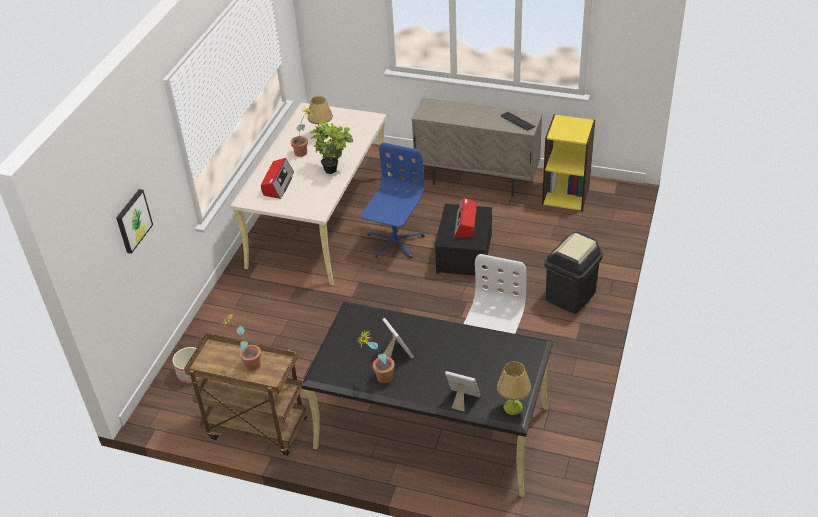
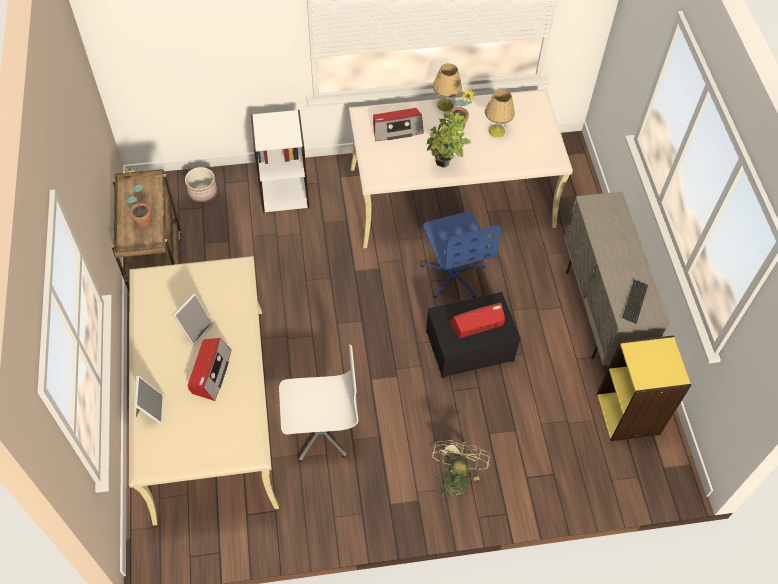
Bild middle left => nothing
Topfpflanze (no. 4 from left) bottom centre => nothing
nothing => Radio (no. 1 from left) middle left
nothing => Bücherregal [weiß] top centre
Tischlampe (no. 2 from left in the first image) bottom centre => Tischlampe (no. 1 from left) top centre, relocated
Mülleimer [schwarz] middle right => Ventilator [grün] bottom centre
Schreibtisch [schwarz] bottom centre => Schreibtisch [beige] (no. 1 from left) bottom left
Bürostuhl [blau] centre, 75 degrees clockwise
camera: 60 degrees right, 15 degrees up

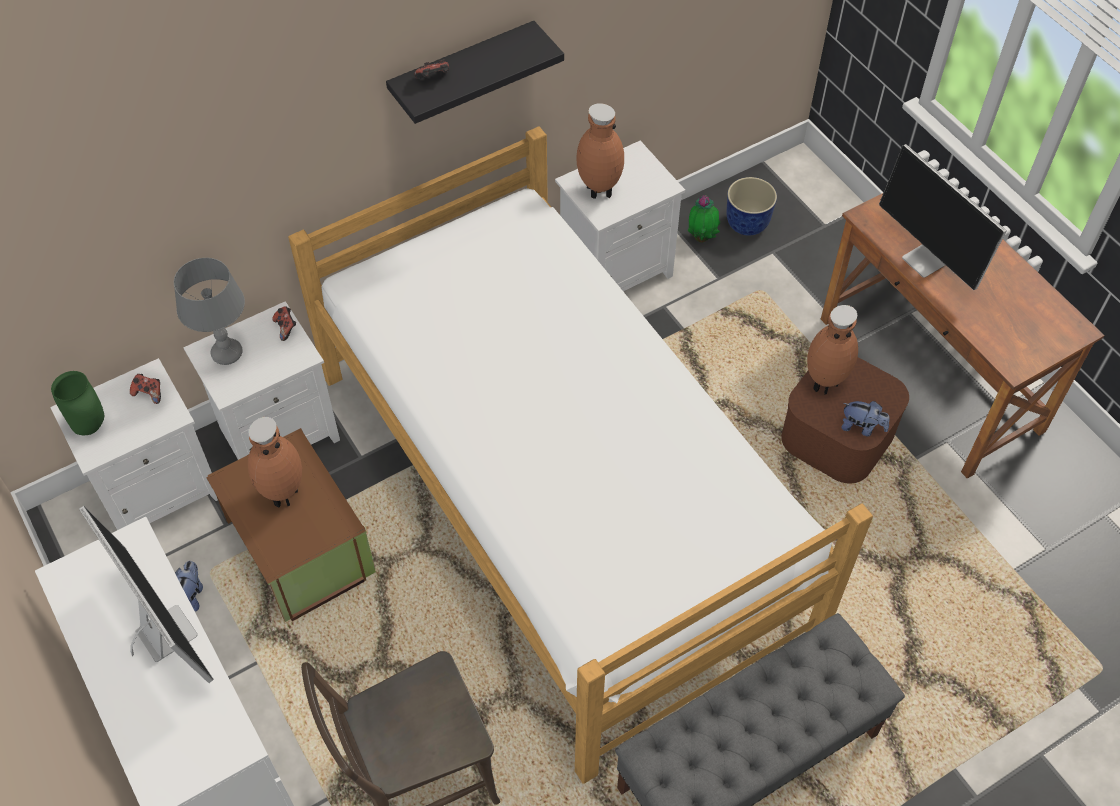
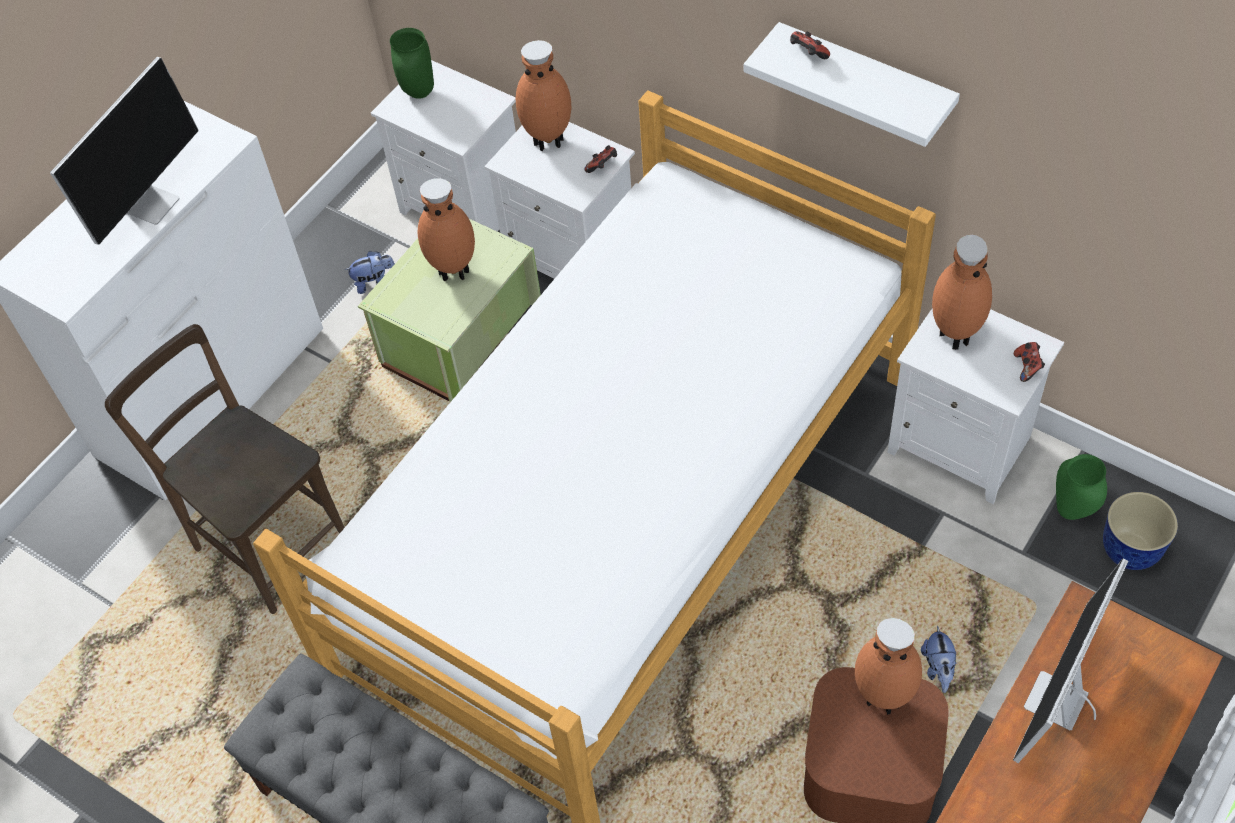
Gamepad (no. 1 from left in the first image) middle left => Gamepad (no. 3 from left) middle right, relocated
Plüschtier (no. 2 from left) middle right => Plüschtier (no. 2 from left) bottom right, relocated
Tischlampe [grau] middle left => Vase [braun] (no. 2 from left) top centre
Topfpflanze top centre => Vase [grün] (no. 2 from left) middle right
Aufbewahrungsbox [braun] (no. 1 from left) middle left => Aufbewahrungsbox [grün] centre
Wandregal [schwarz] top centre => Wandregal [weiß] top right
camera: 70 degrees right, 0 degrees up

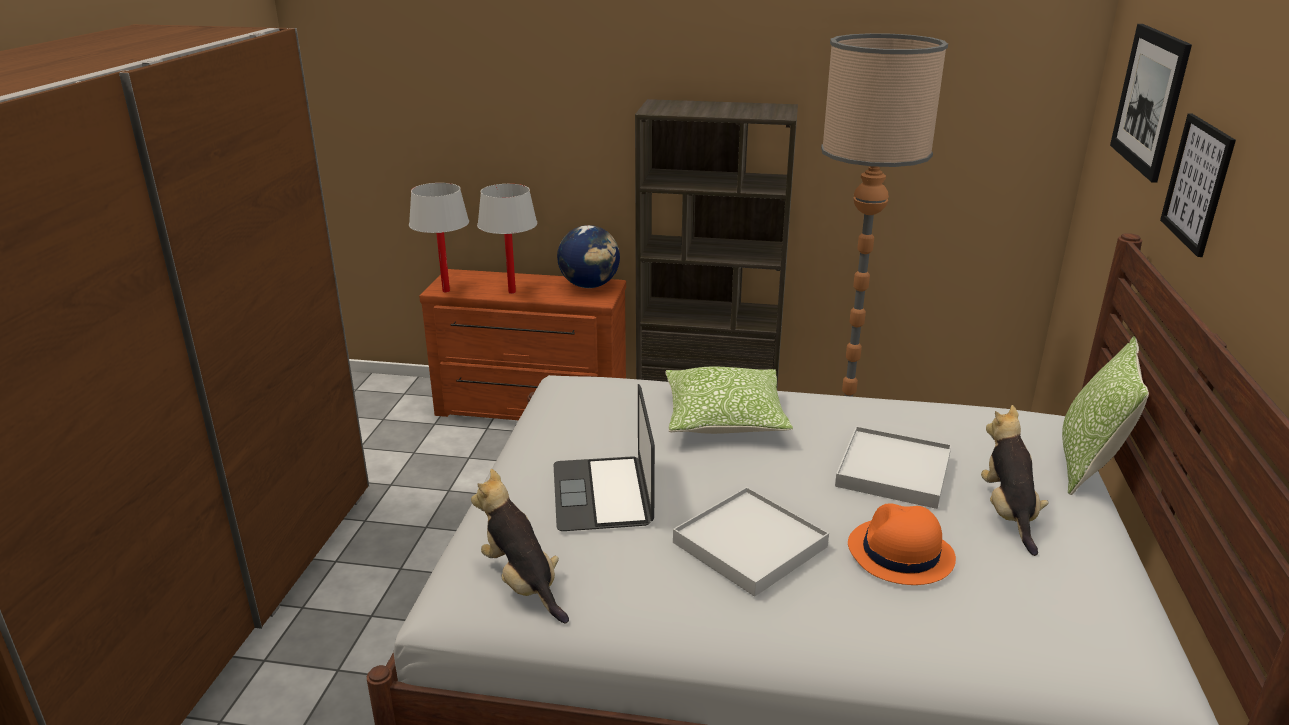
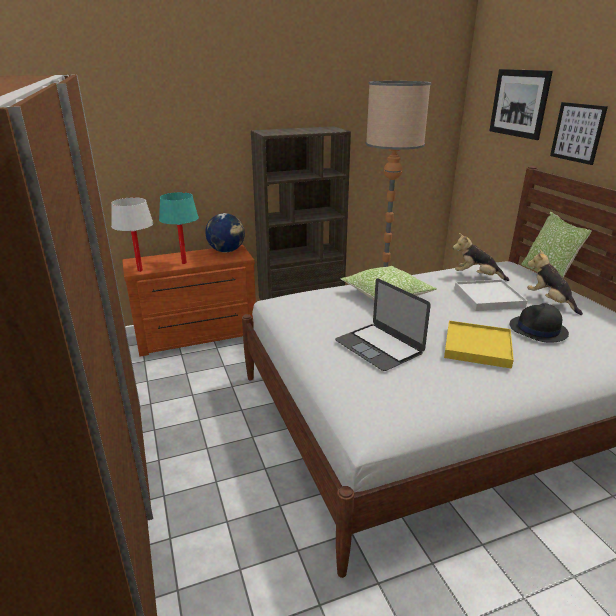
Plüschtier (no. 1 from left) bottom centre => Plüschtier (no. 1 from left) middle right, relocated
Tischlampe [weiß] (no. 2 from left) top centre => Tischlampe [türkis] middle left
Tablett [weiß] (no. 1 from left) bottom centre => Tablett [gelb] middle right
Hut [orange] bottom right => Hut [schwarz] middle right
camera: 30 degrees left, 0 degrees up

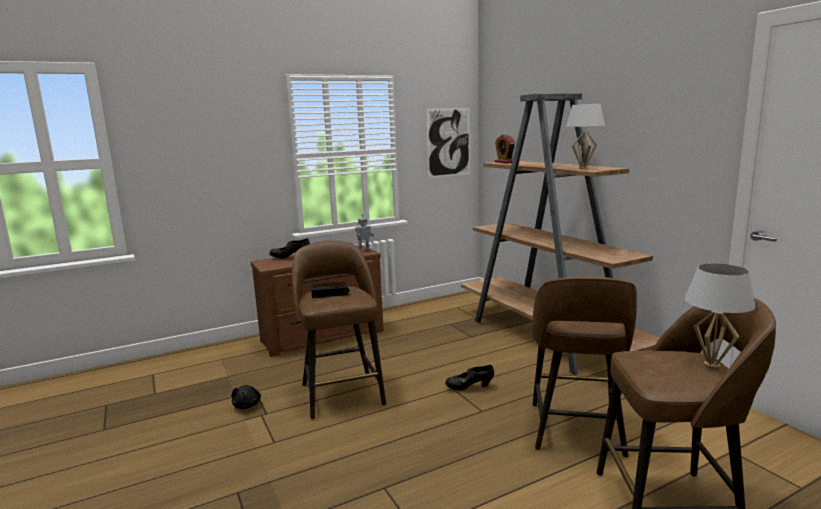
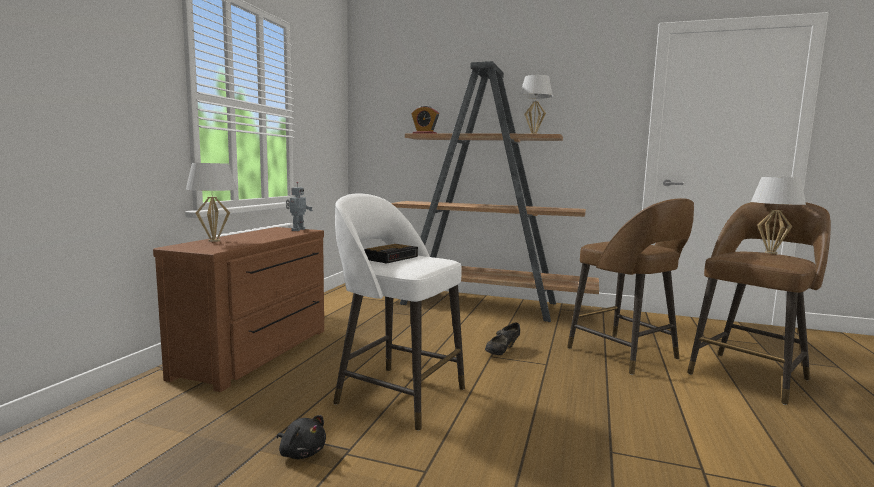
Bild top centre => nothing
Schuh [schwarz] (no. 1 from left) centre => Tischlampe [weiß] (no. 1 from left) middle left
Hocker [braun] (no. 1 from left) centre => Hocker [weiß] centre
camera: 45 degrees left, 5 degrees down

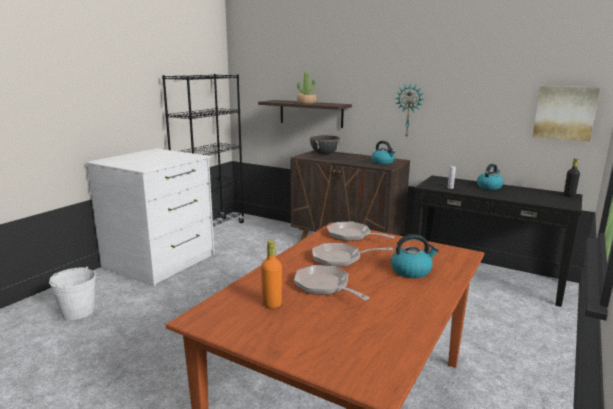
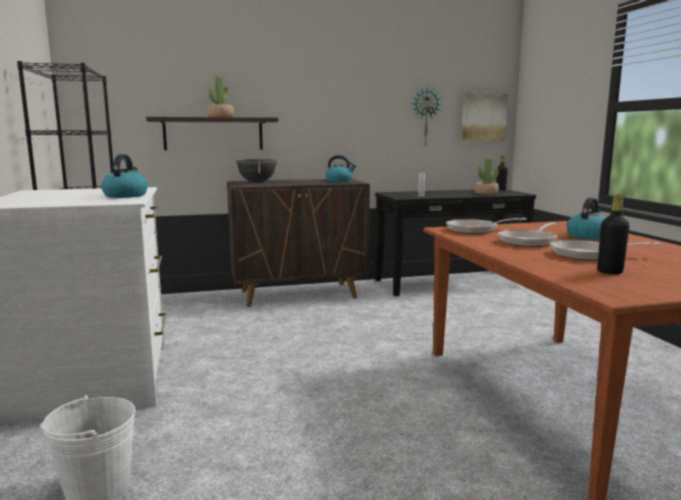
nothing => Topfpflanze (no. 2 from left) middle right
Wanduhr top right => Wanduhr top centre, relocated
Wasserkessel (no. 3 from left in the first image) middle right => Wasserkessel (no. 1 from left) middle left, relocated
Flasche [orange] bottom centre => Flasche [schwarz] (no. 2 from left) middle right
camera: 45 degrees left, 5 degrees down

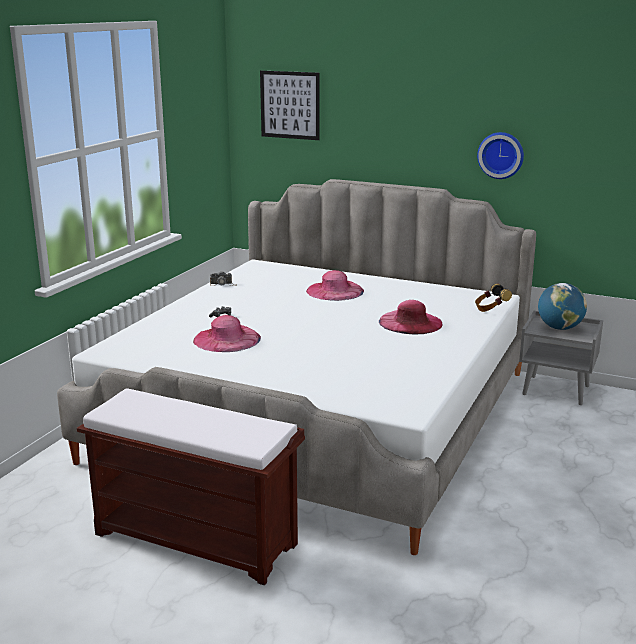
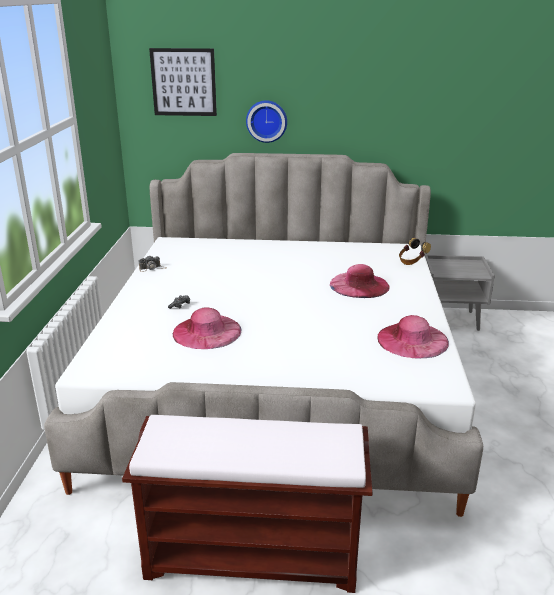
Globus middle right => nothing
Hut [rosa] (no. 2 from left in the first image) centre => Hut [rosa] (no. 3 from left) middle right, relocated
Wanduhr top right => Wanduhr top centre, relocated
camera: 20 degrees left, 5 degrees up

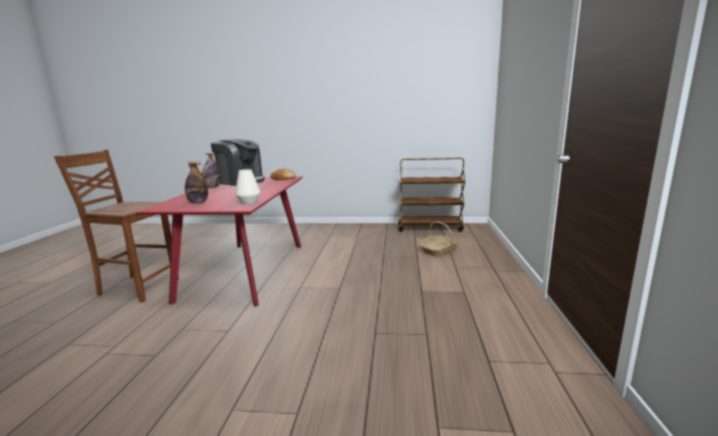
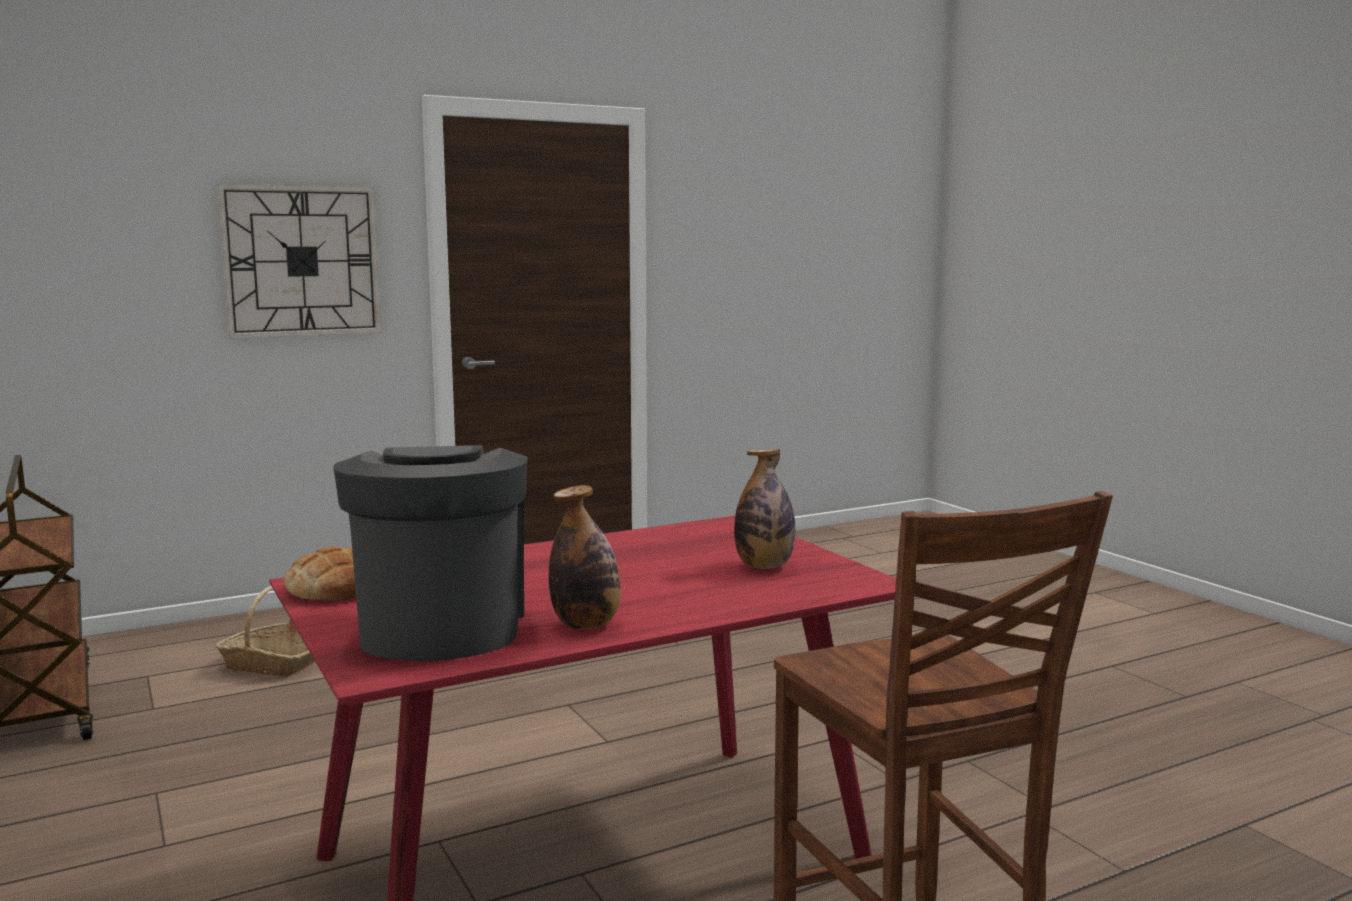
Vase [weiß] centre => nothing
nothing => Wanduhr top left
camera: 125 degrees left, 5 degrees down

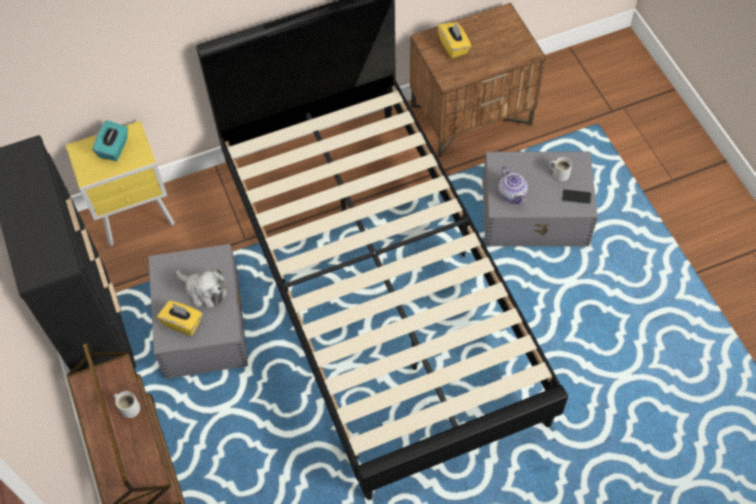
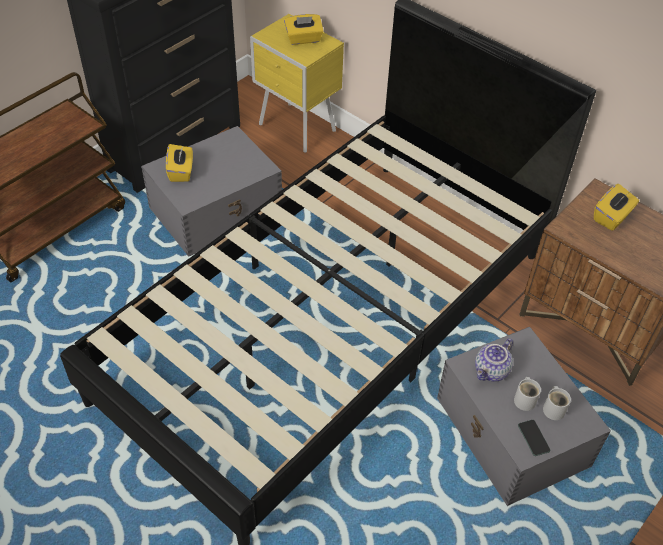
Plüschtier middle left => nothing
Henkelbecher [weiß] (no. 1 from left) bottom left => Henkelbecher [weiß] (no. 1 from left) bottom right, relocated
Taschentuchbox [türkis] top left => Taschentuchbox [gelb] (no. 2 from left) top centre
camera: 60 degrees right, 10 degrees down

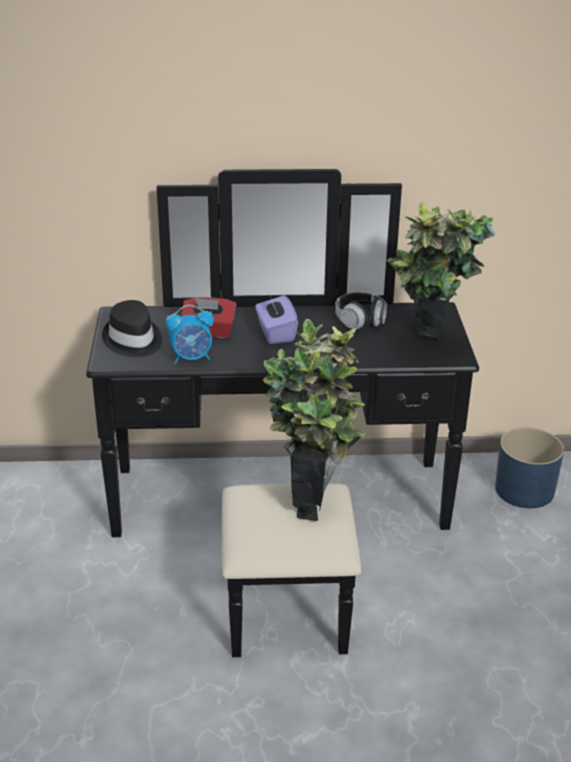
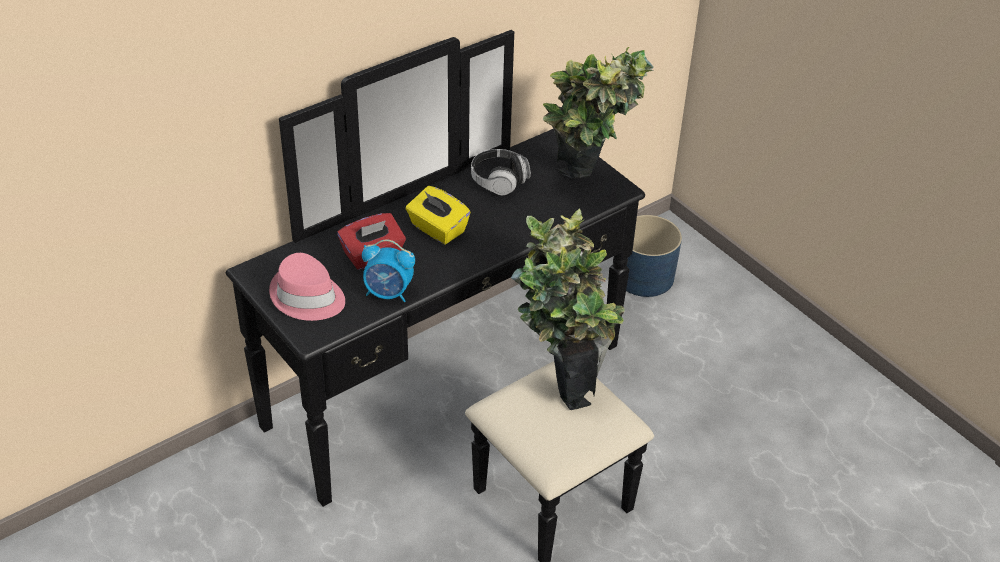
Hut [schwarz] middle left => Hut [rosa] middle left
Taschentuchbox [lila] centre => Taschentuchbox [gelb] centre
Wecker middle left => Wecker centre, 60 degrees clockwise
camera: 35 degrees left, 10 degrees up

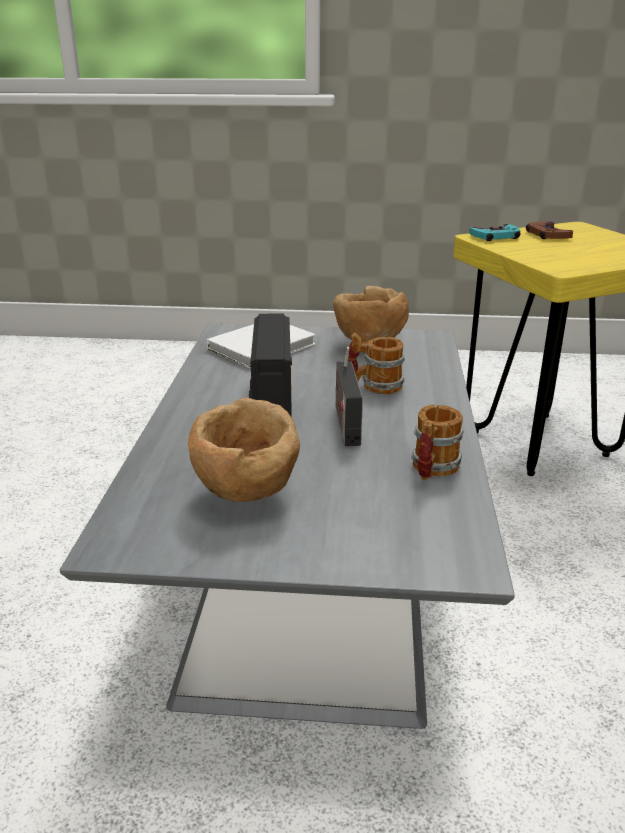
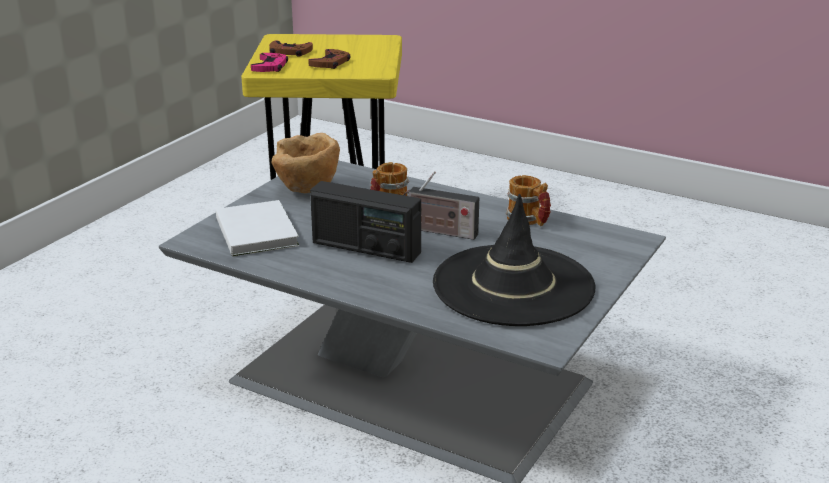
nothing => Gamepad [braun] (no. 2 from left) top centre
Schüssel [braun] (no. 1 from left) centre => Hut [schwarz] centre
Gamepad [türkis] top right => Gamepad [rosa] top left
camera: 65 degrees left, 0 degrees up

